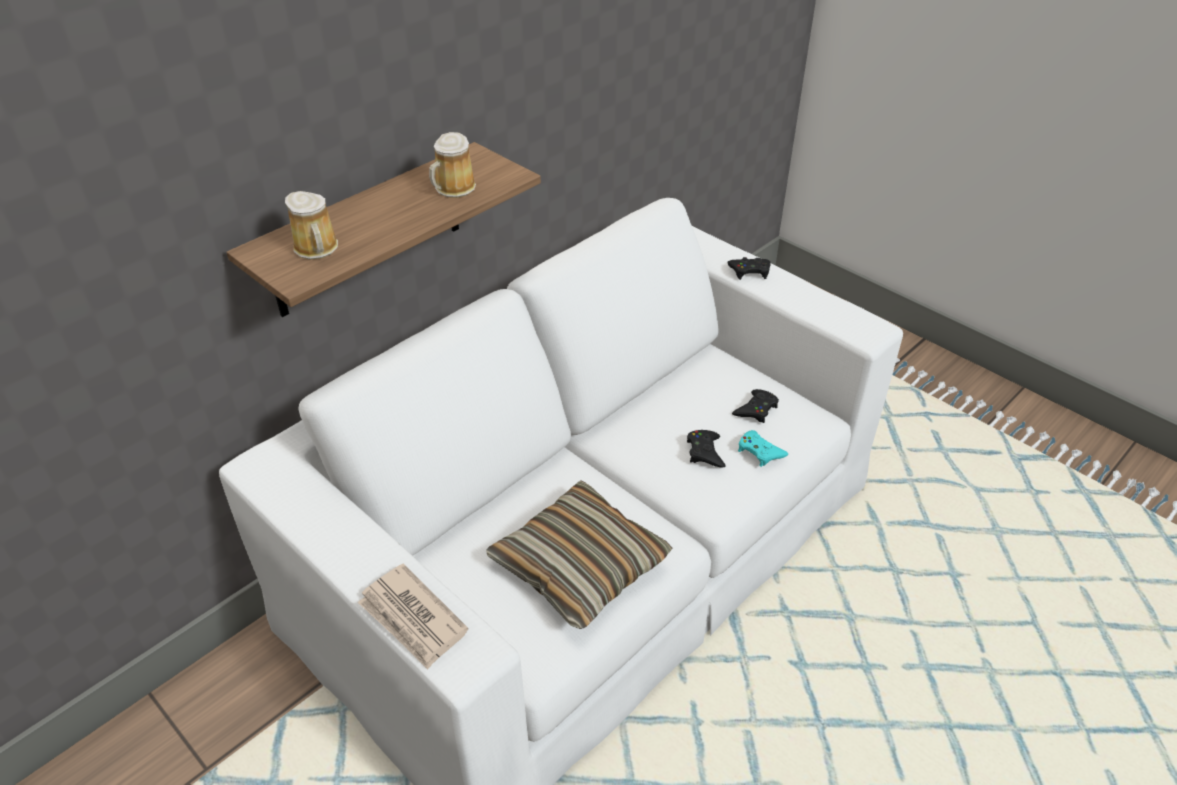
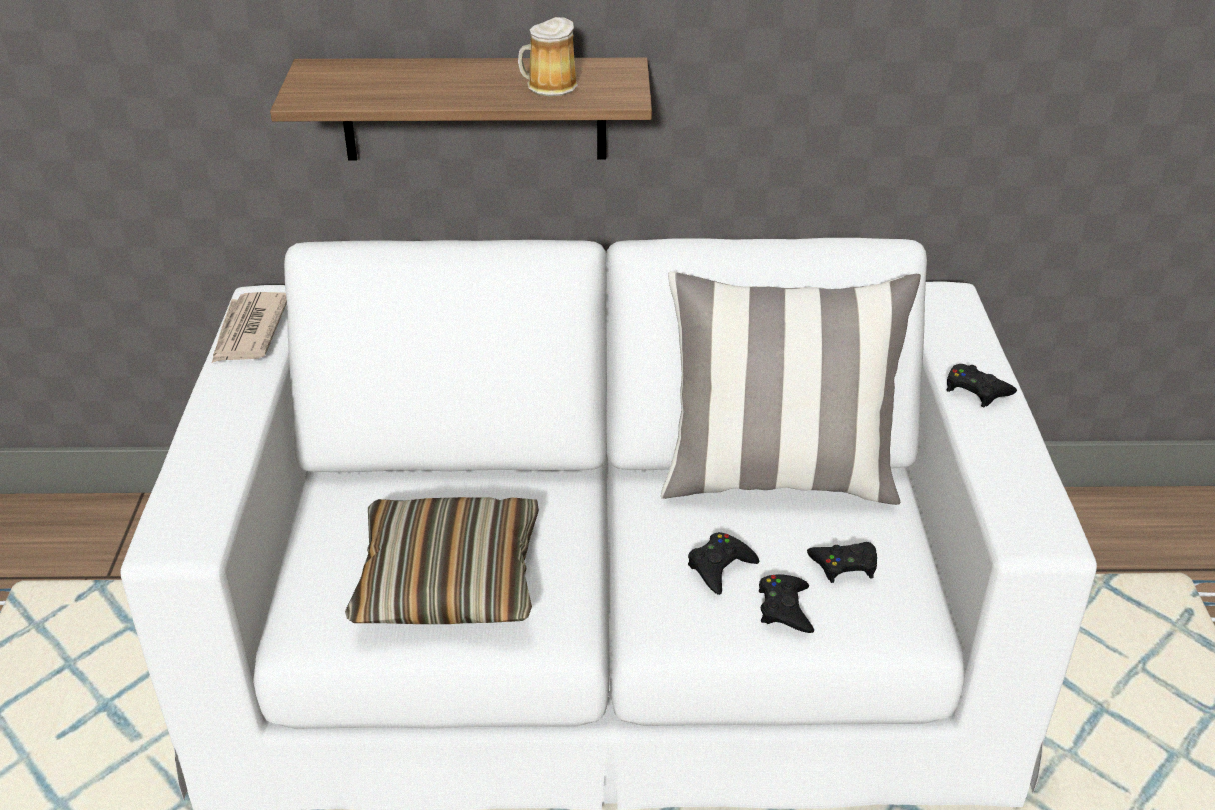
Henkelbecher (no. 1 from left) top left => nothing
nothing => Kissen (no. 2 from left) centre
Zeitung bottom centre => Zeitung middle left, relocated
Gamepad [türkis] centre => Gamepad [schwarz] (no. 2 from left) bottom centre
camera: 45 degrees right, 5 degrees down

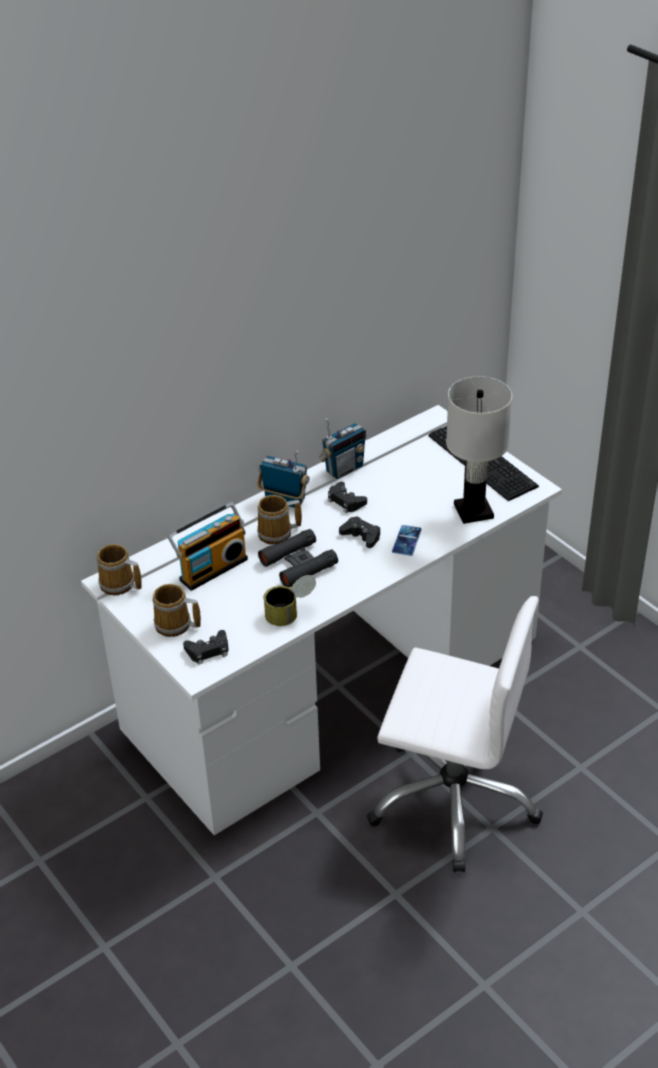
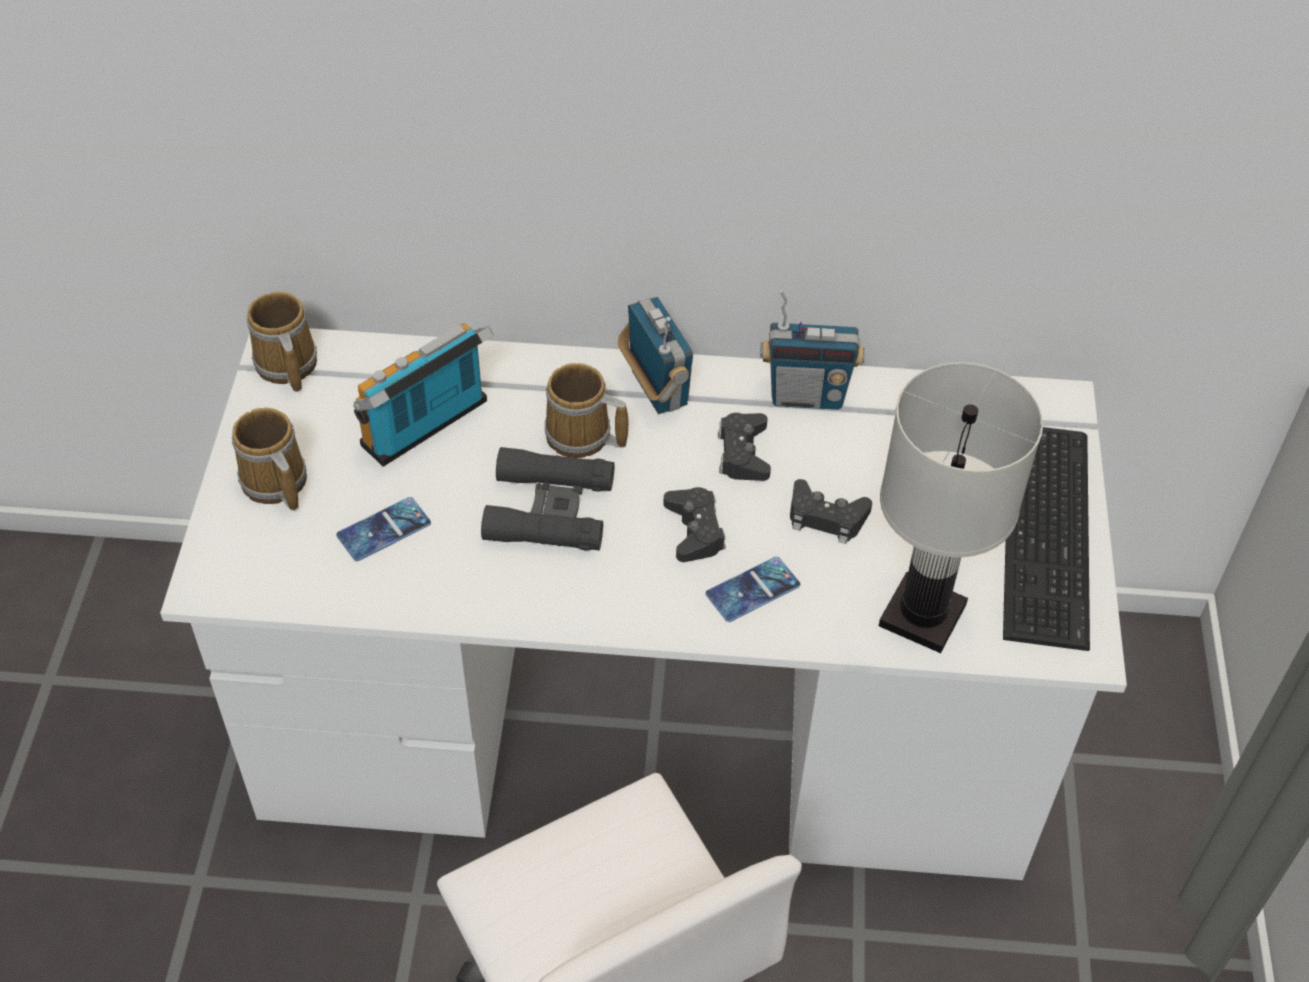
Dose centre => nothing
nothing => Handy (no. 1 from left) middle left
Gamepad [schwarz] (no. 1 from left in the first image) middle left => Gamepad [schwarz] (no. 3 from left) centre, relocated
Radio (no. 1 from left) middle left, 135 degrees clockwise
camera: 40 degrees right, 10 degrees up

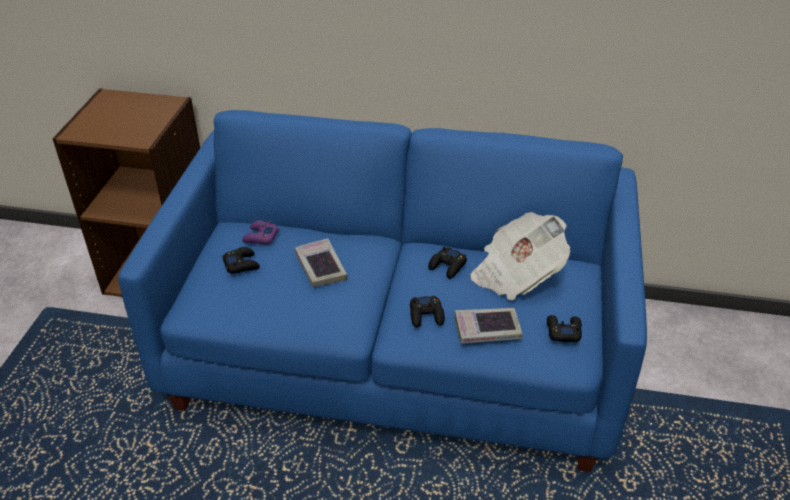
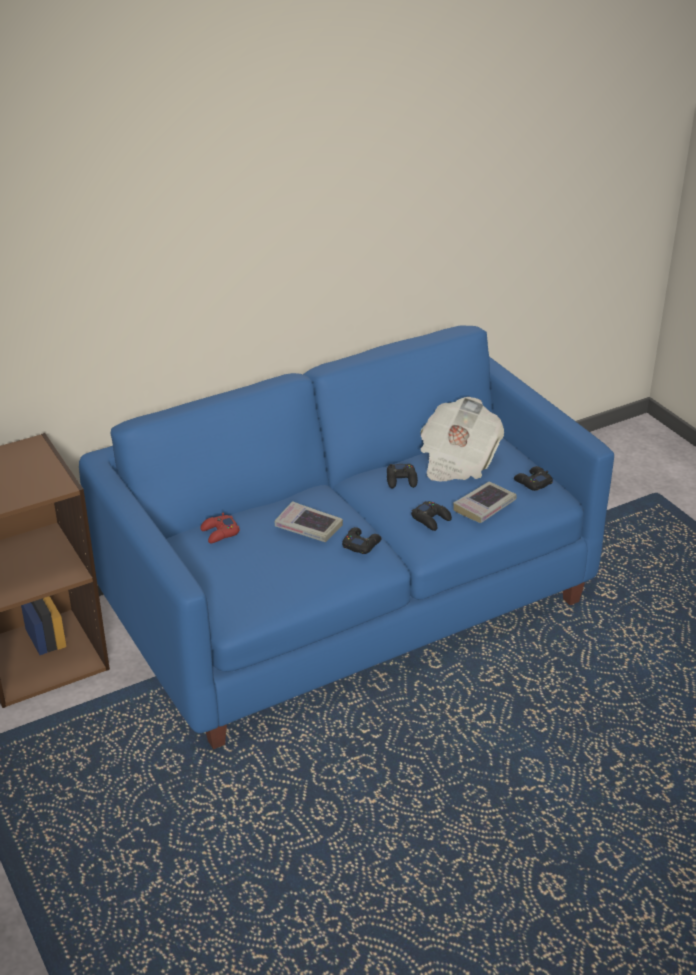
Gamepad [schwarz] (no. 1 from left) middle left => Gamepad [schwarz] (no. 1 from left) centre, relocated
Gamepad [lila] middle left => Gamepad [rot] middle left
camera: 40 degrees left, 5 degrees down

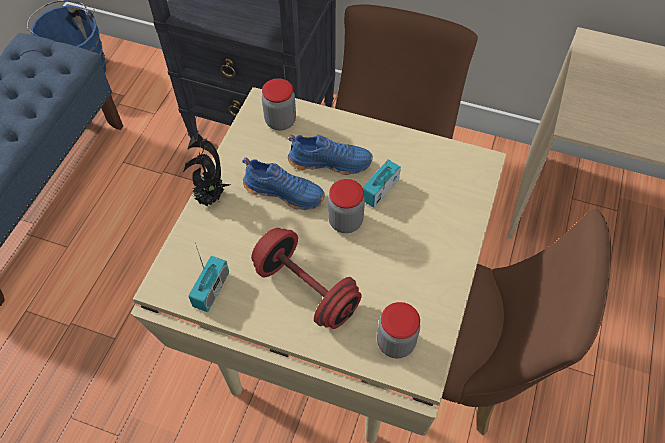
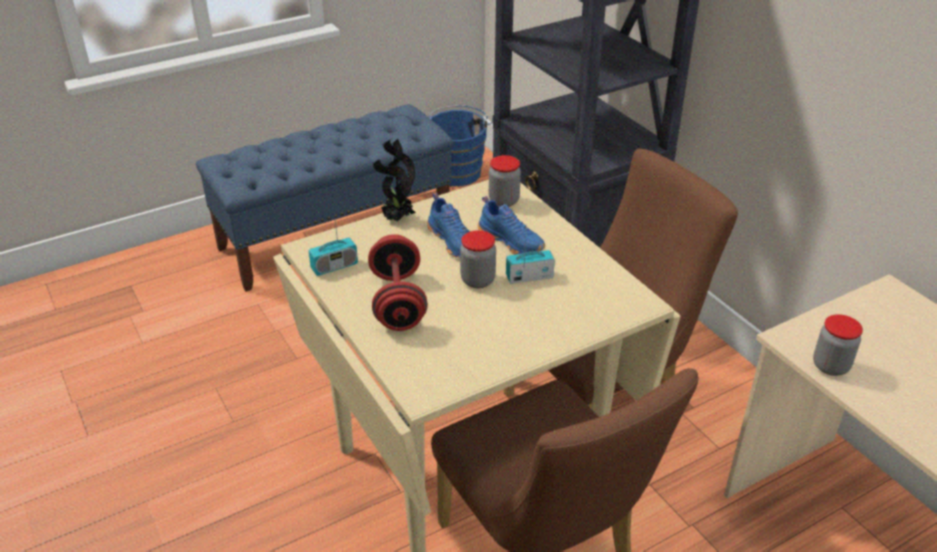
Vorratsglas (no. 3 from left) bottom centre => Vorratsglas (no. 3 from left) middle right, relocated
camera: 40 degrees right, 20 degrees down

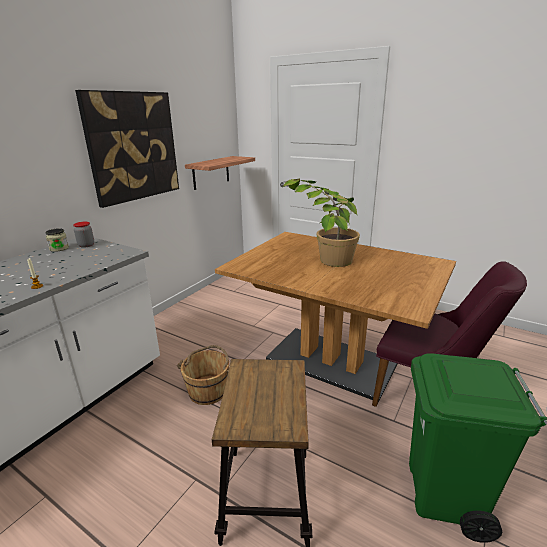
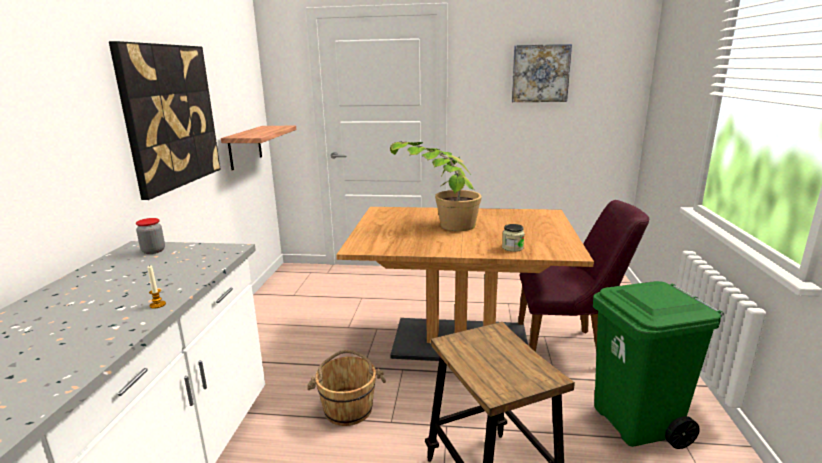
nothing => Bild (no. 2 from left) top centre
Vorratsglas (no. 1 from left in the first image) middle left => Vorratsglas (no. 2 from left) centre, relocated
camera: 25 degrees left, 5 degrees down

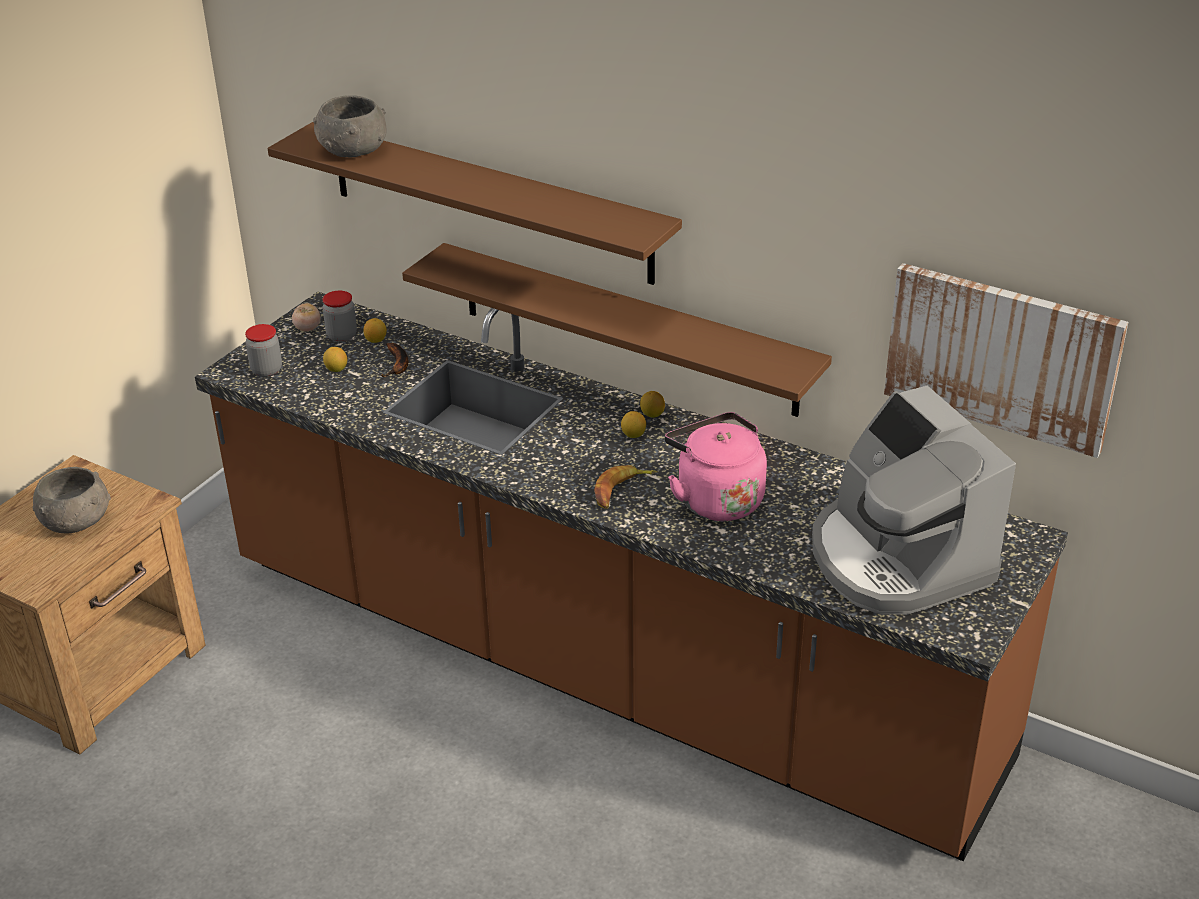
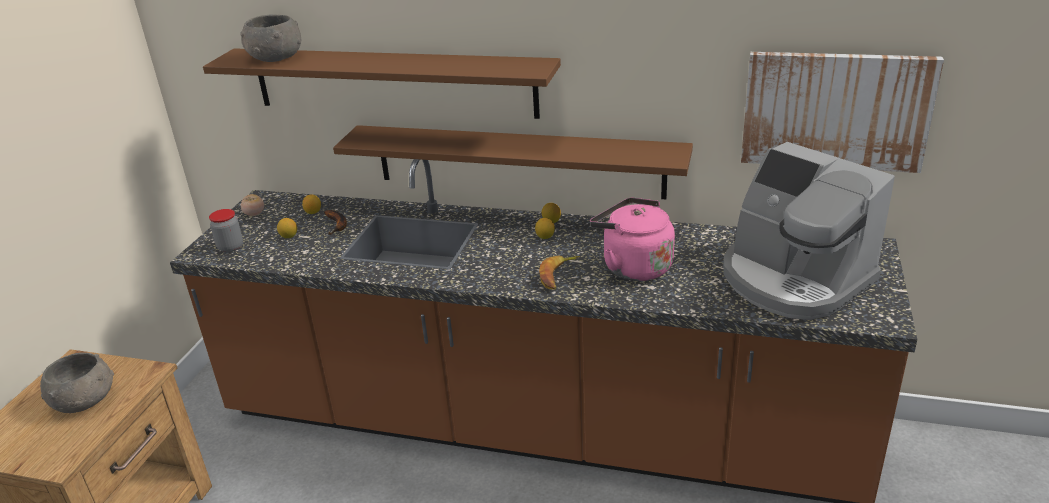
Vorratsglas (no. 2 from left) middle left => nothing
camera: 15 degrees left, 5 degrees down

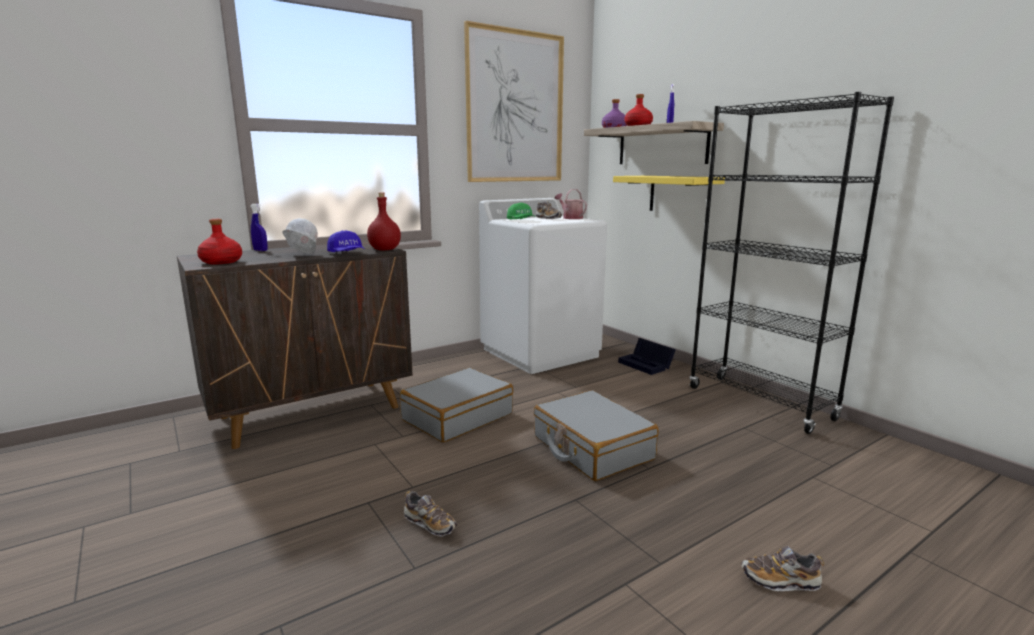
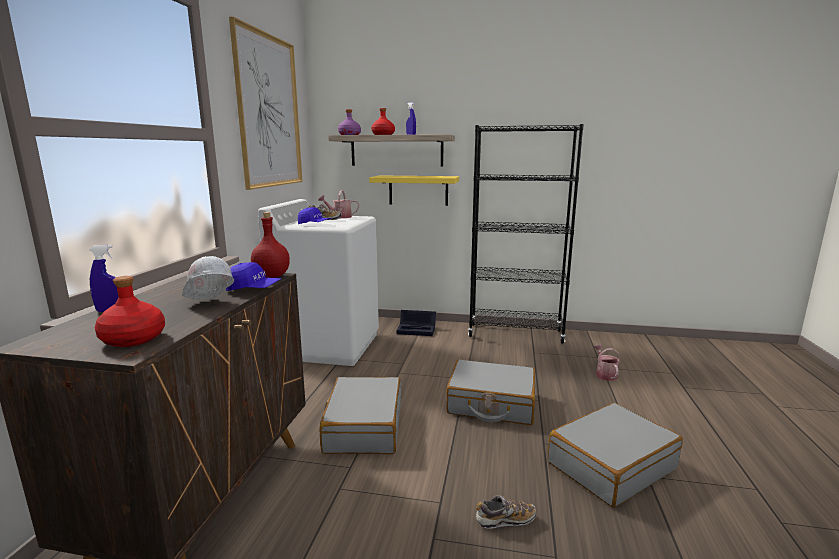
Schuh (no. 3 from left) bottom right => nothing
nothing => Koffer [grau] (no. 3 from left) bottom right
nothing => Gießkanne (no. 2 from left) middle right
Kappe [grün] top centre => Kappe [blau] (no. 2 from left) centre
camera: 45 degrees left, 0 degrees up

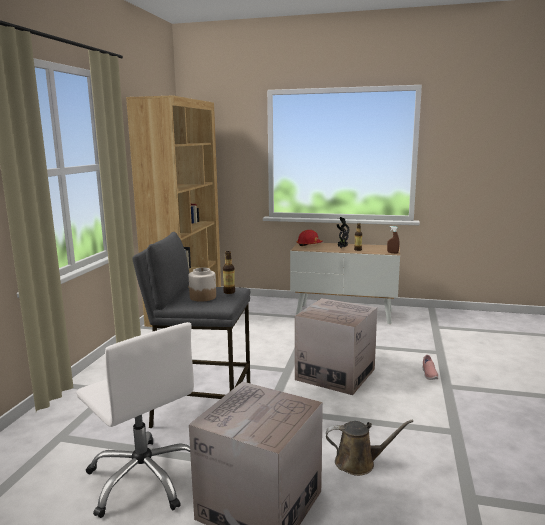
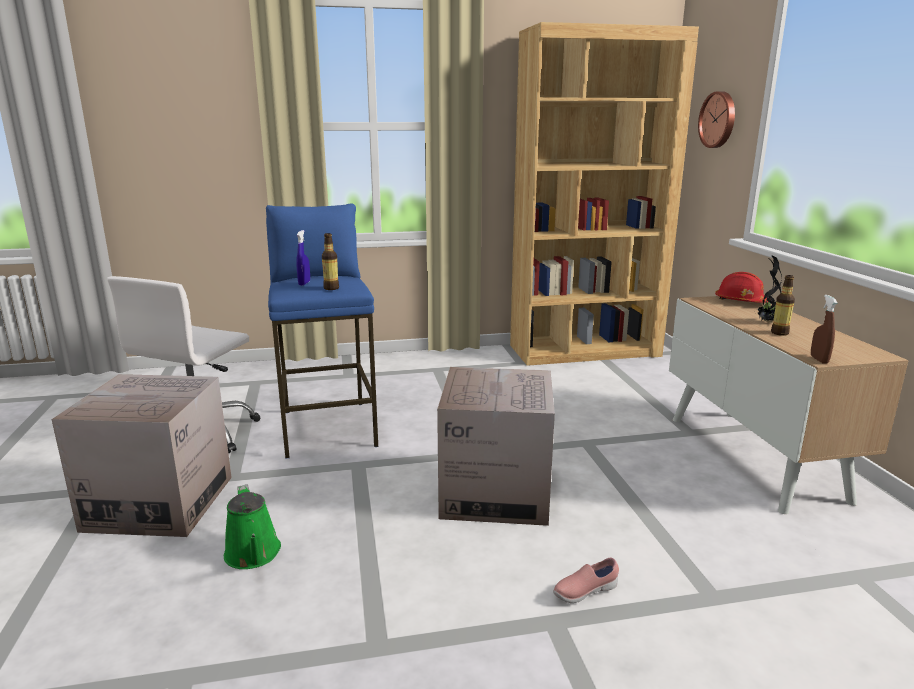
nothing => Wanduhr top right
Vorratsglas centre => Sprühflasche [blau] middle left
Hocker [grau] centre => Hocker [blau] centre
Gießkanne [braun] bottom right => Gießkanne [grün] bottom left
camera: 65 degrees right, 5 degrees up

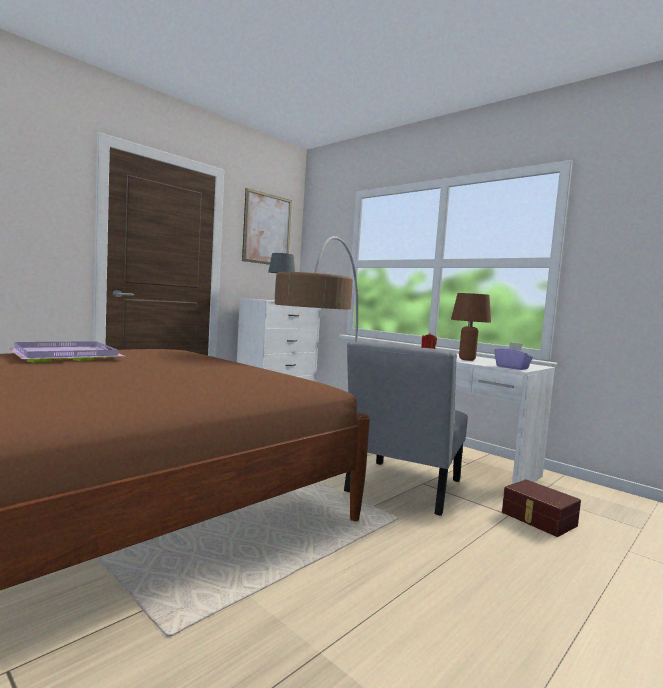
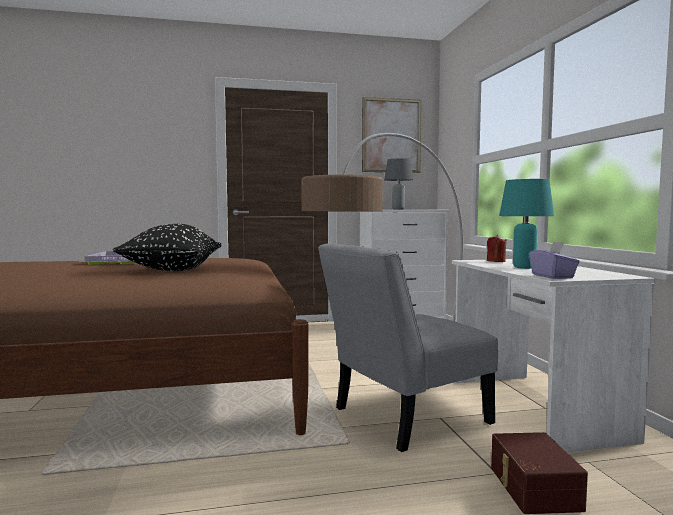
nothing => Kissen [schwarz] middle left
Tischlampe [braun] middle right => Tischlampe [türkis] middle right
camera: 35 degrees right, 0 degrees up

